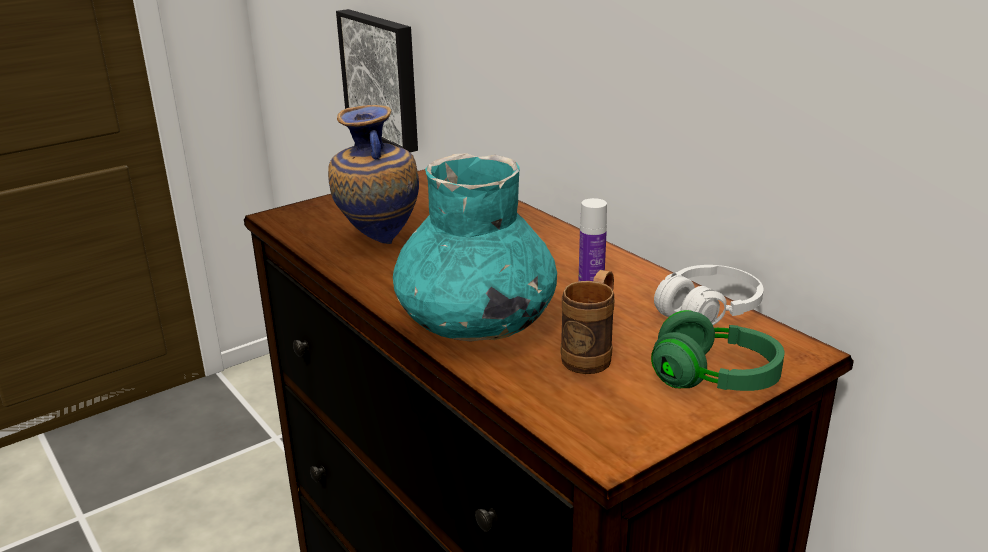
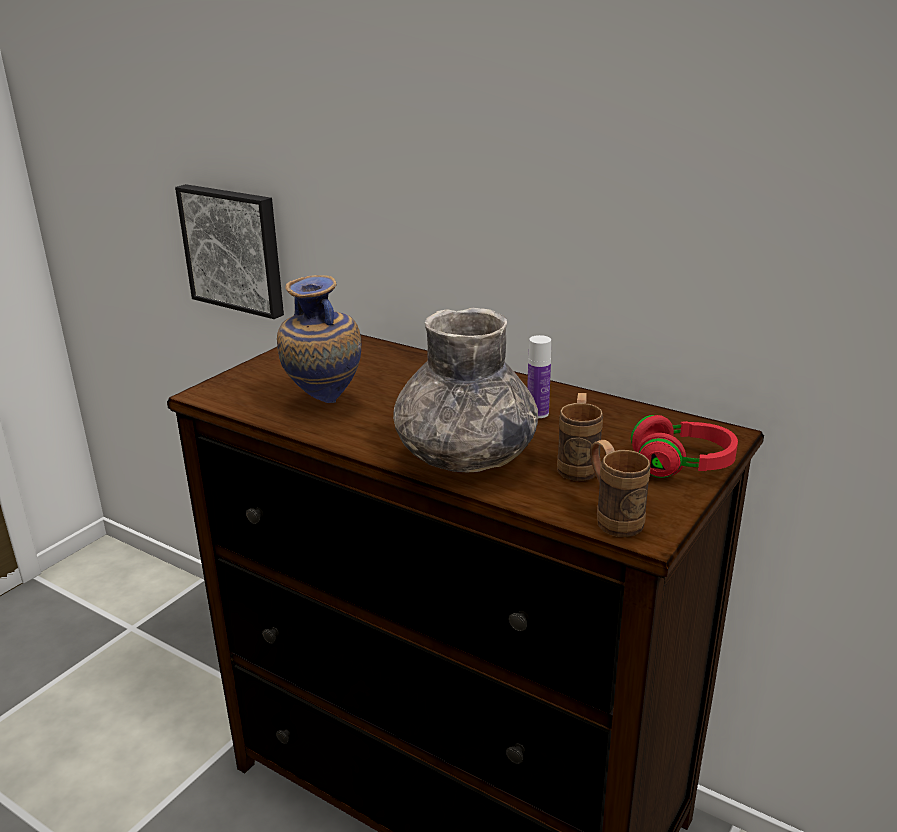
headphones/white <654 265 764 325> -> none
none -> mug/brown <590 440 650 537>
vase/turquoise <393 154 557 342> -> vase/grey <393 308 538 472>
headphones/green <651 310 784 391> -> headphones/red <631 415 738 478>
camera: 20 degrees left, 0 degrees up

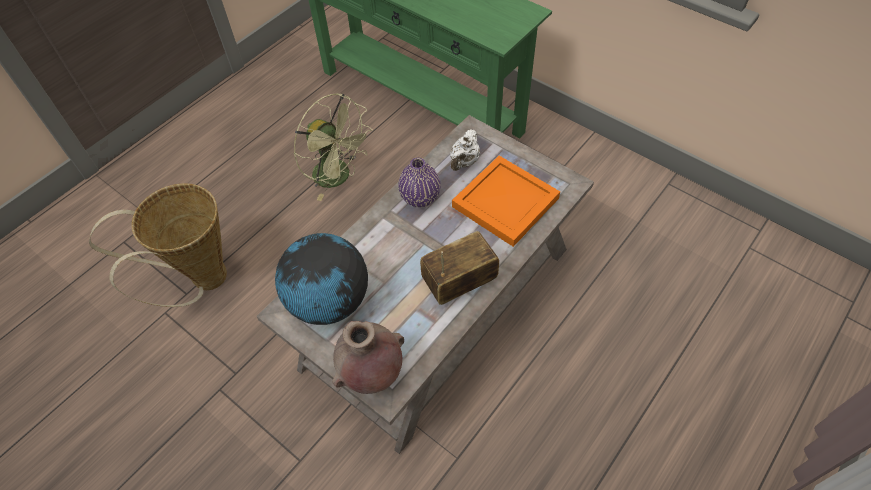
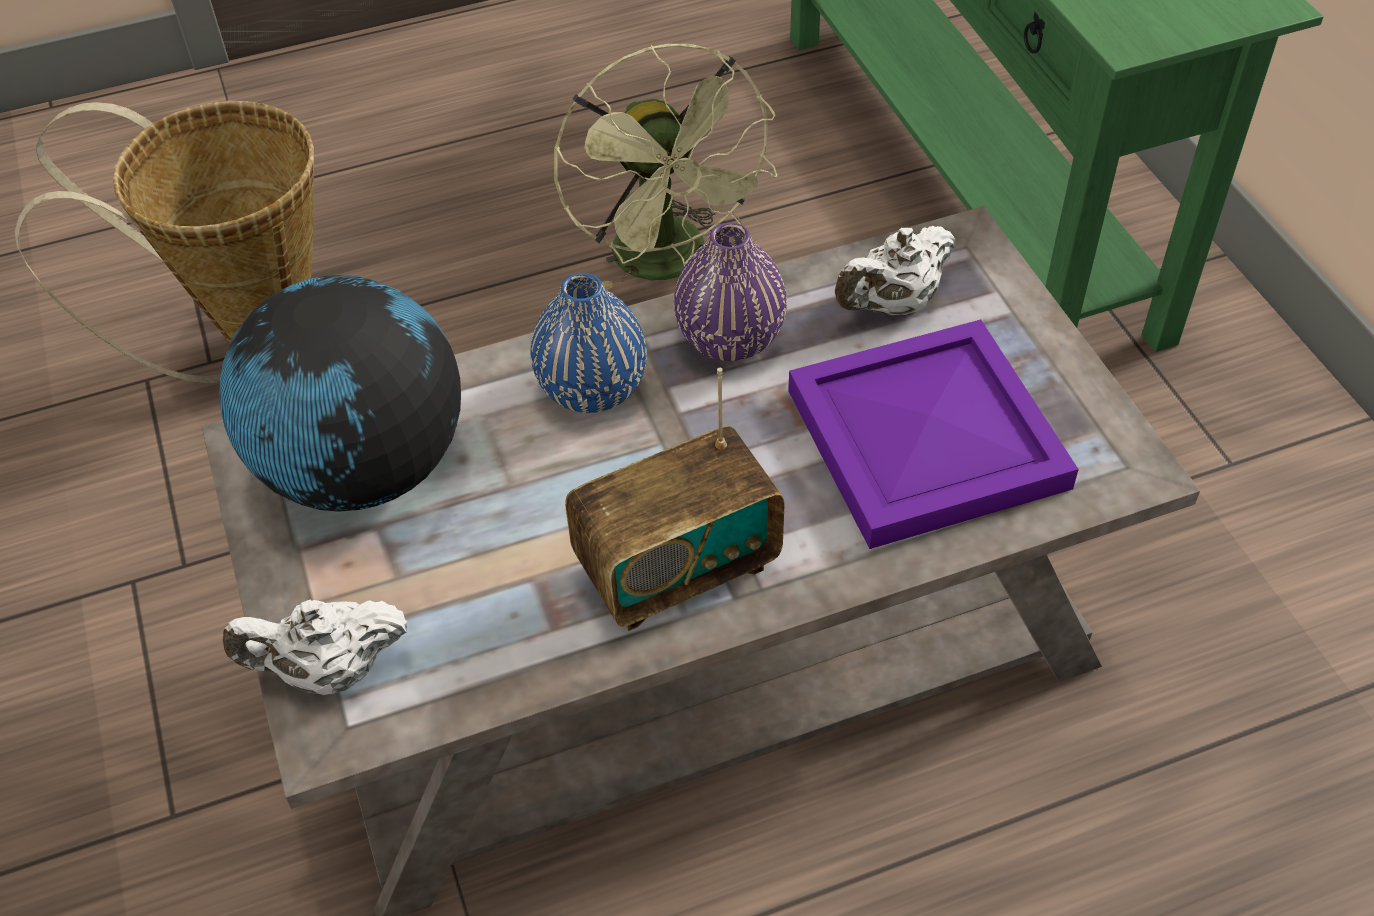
none -> vase/blue <530 273 647 413>
vase/brown <332 321 404 394> -> teapot/white <223 600 407 695>
tray/orange <452 156 560 247> -> tray/purple <788 320 1079 549>
radio <420 231 499 305> -> radio <565 368 785 631>, 150 degrees clockwise
camera: 30 degrees right, 5 degrees down

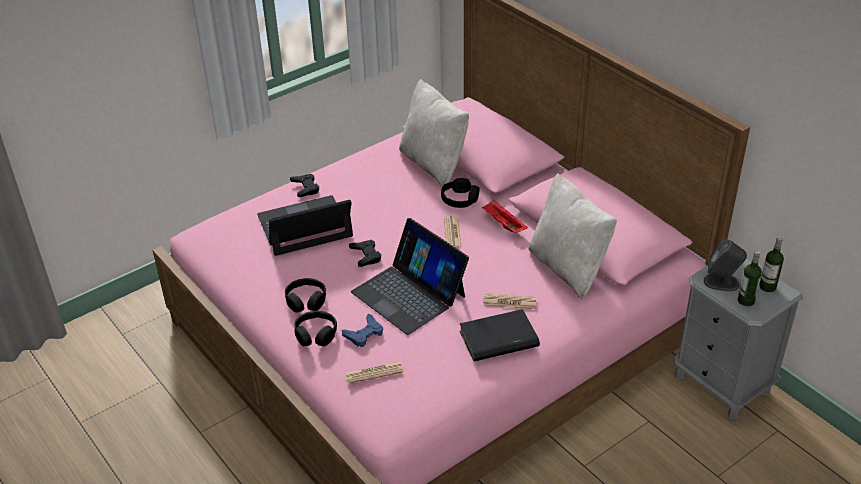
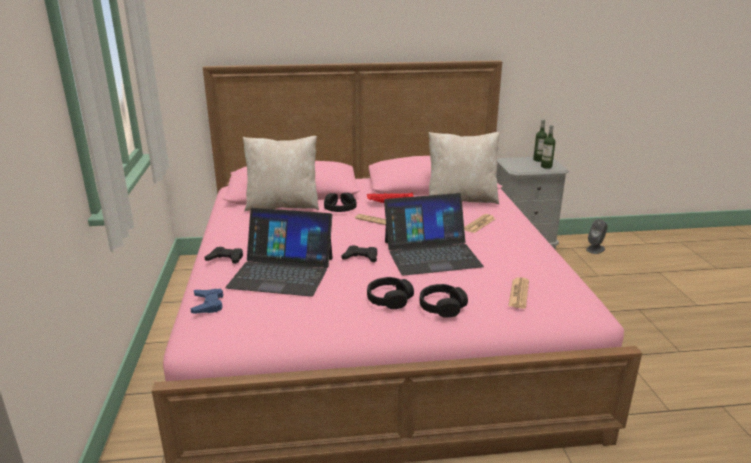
book/black <459 309 540 361> -> none
game controller/blue <342 313 383 347> -> game controller/blue <191 289 223 314>, shifted
speaker/grey <704 240 747 291> -> speaker/grey <586 219 608 254>, shifted
laptop <257 195 353 256> -> laptop <225 208 333 297>, 90 degrees counterclockwise
camera: 60 degrees left, 15 degrees down

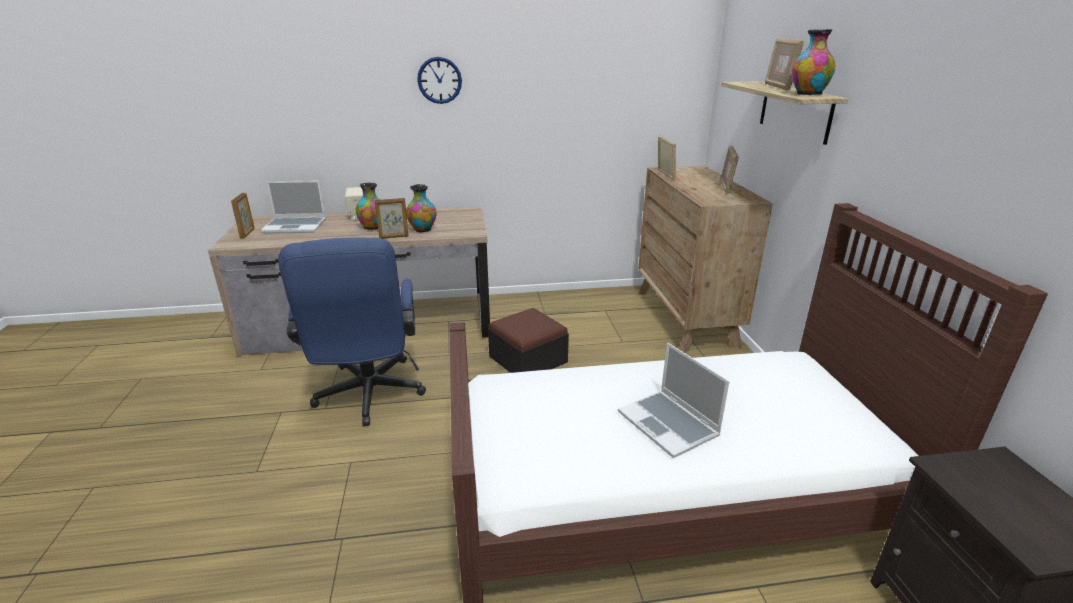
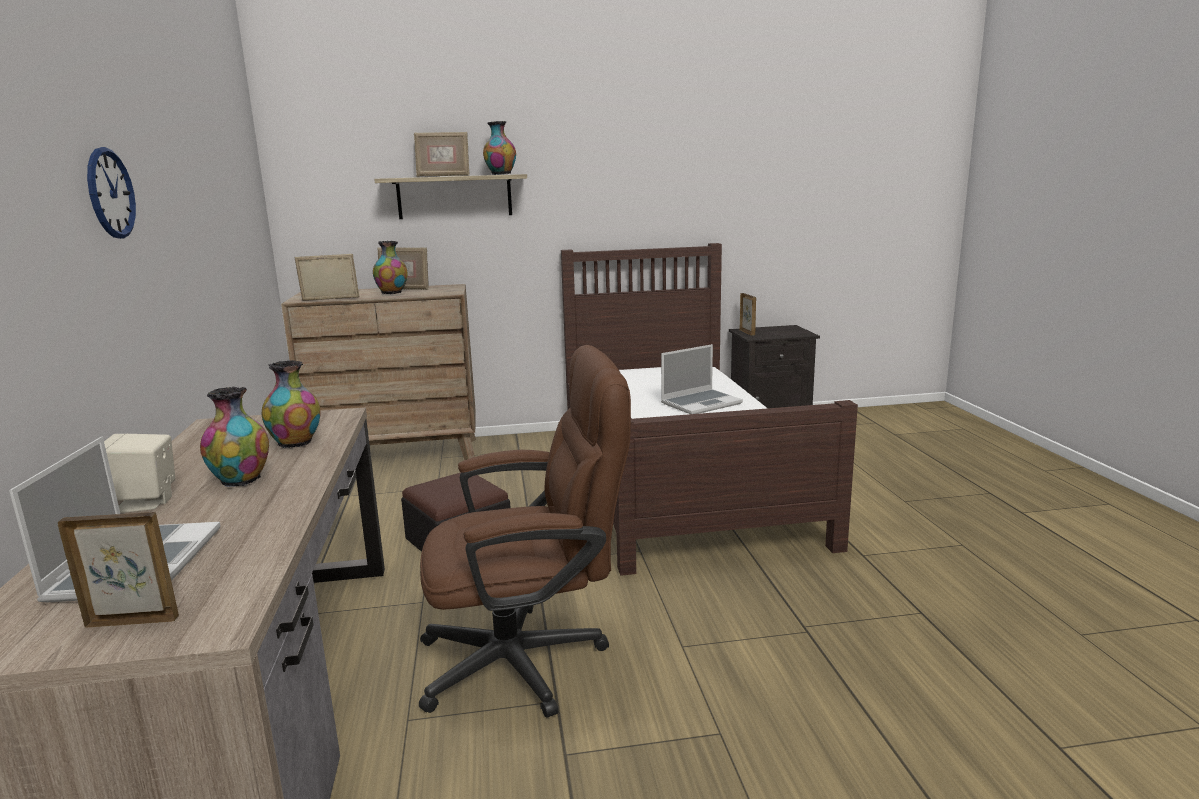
none -> vase <373 241 408 294>
picture frame <375 198 409 239> -> picture frame <740 293 756 336>, shifted
office chair/blue <278 237 426 426> -> office chair/brown <419 345 631 718>
camera: 90 degrees left, 10 degrees down

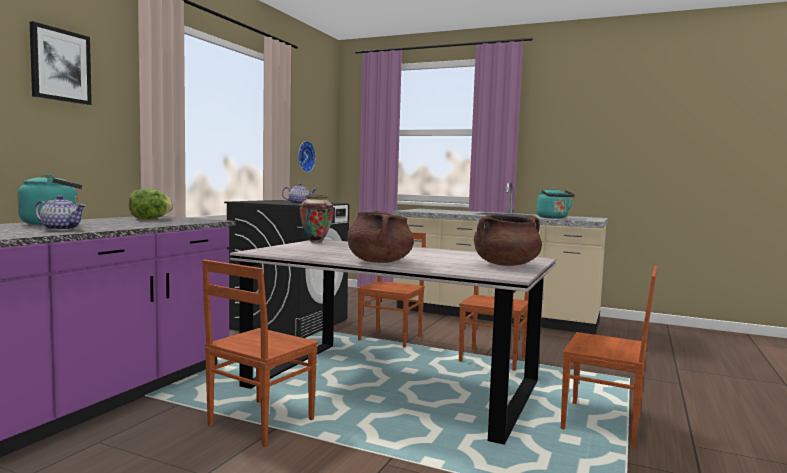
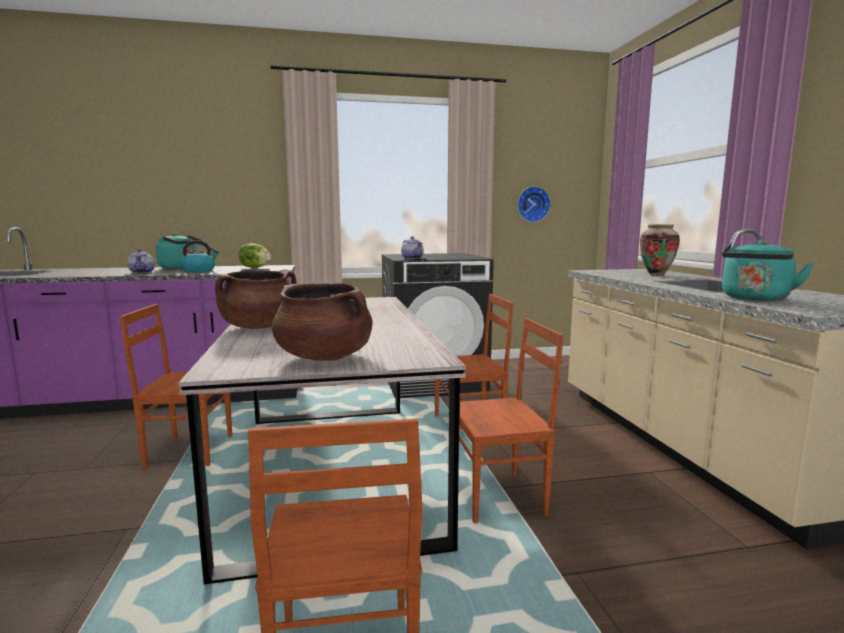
picture <30 21 92 105> -> none
none -> kettle <180 240 219 272>
vase <300 195 334 243> -> vase <640 224 680 276>, shifted
camera: 55 degrees right, 5 degrees up

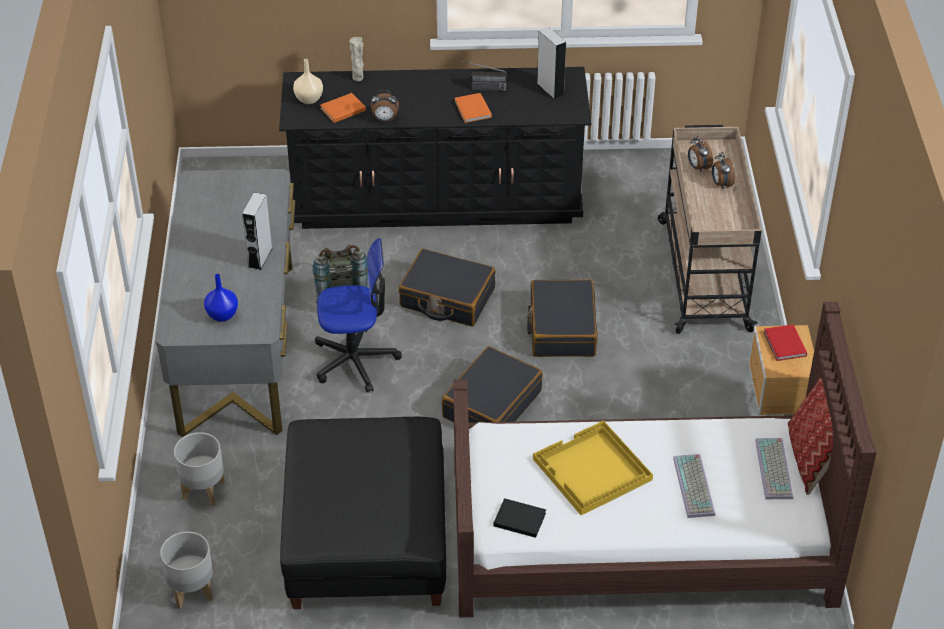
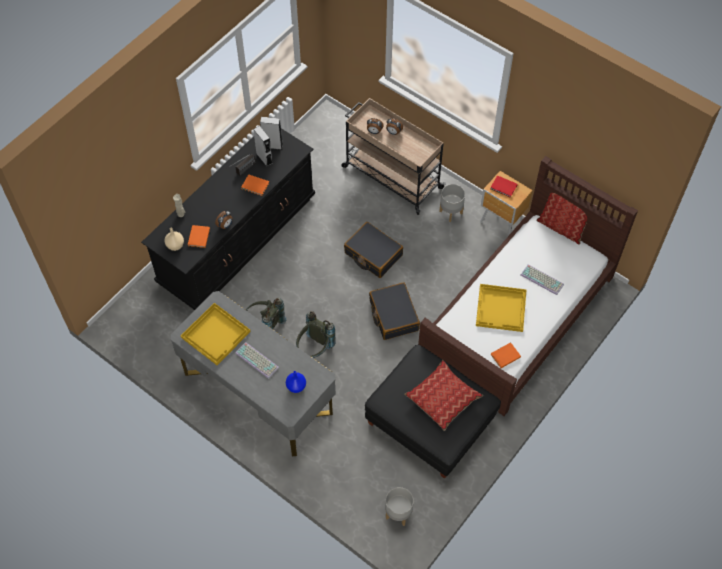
suitcase/black <398 248 496 326> -> none
none -> tray/yellow <181 303 250 365>
none -> pillow <404 360 483 431>
planter/grey <174 432 225 506> -> planter/grey <439 184 465 222>, shifted
speaker/grey <242 192 272 270> -> speaker/grey <253 126 273 167>, shifted
keyboard <755 438 793 499> -> keyboard <235 342 279 379>, shifted
office chair <315 238 402 393> -> backpack/grey <296 311 336 358>
book/black <494 498 546 538> -> book/orange <491 342 521 368>
camera: 50 degrees left, 15 degrees up

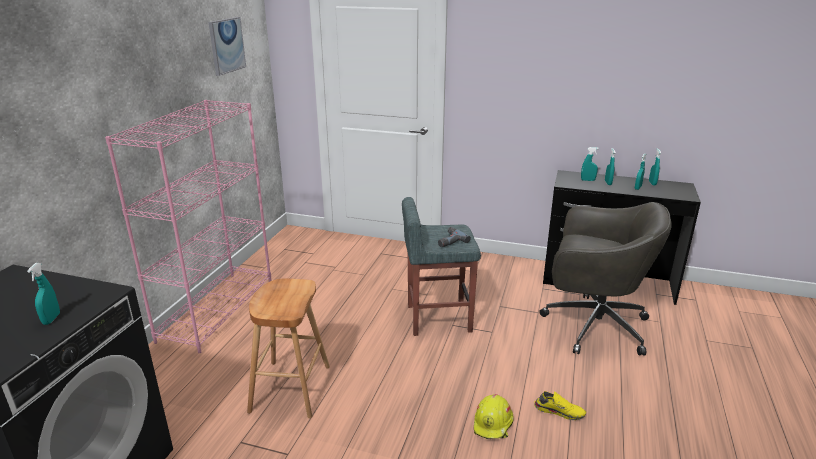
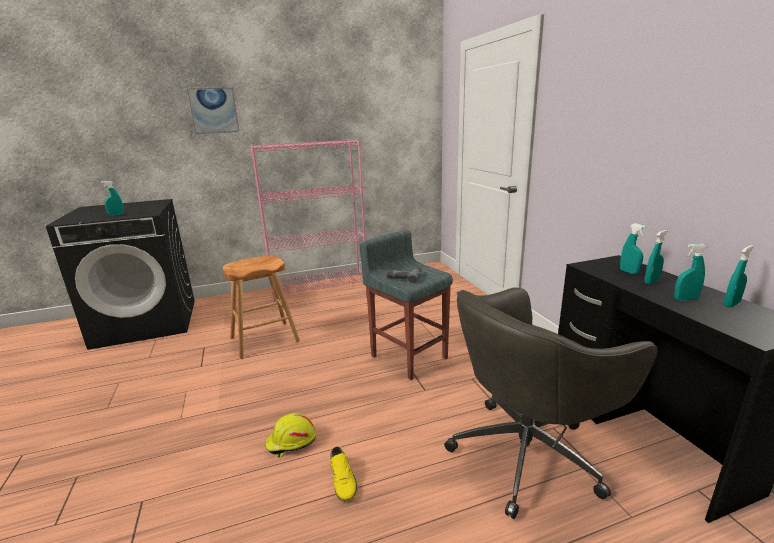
picture <208 17 246 76> -> picture <187 88 239 134>, shifted
office chair/grey <539 202 672 356> -> office chair/grey <444 287 658 519>, 75 degrees clockwise
camera: 55 degrees right, 5 degrees down

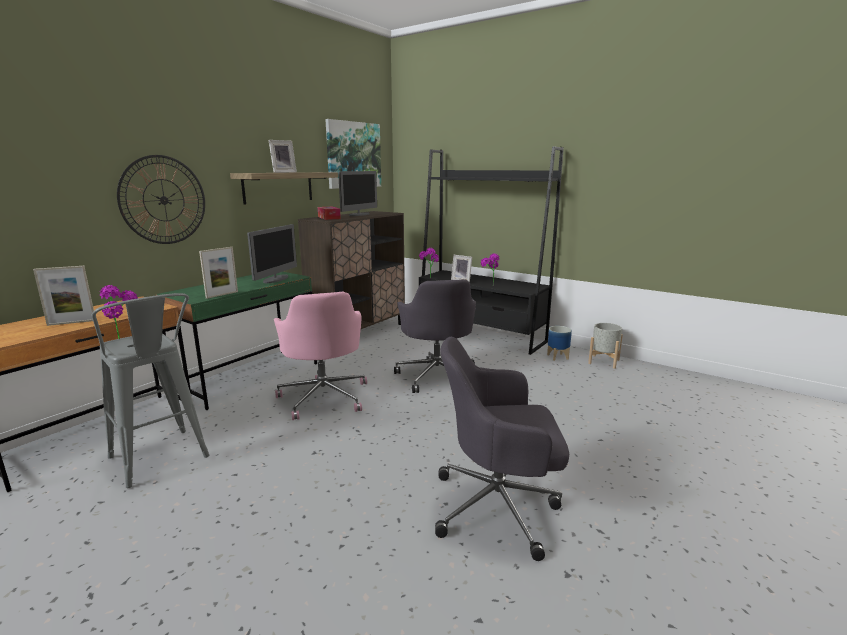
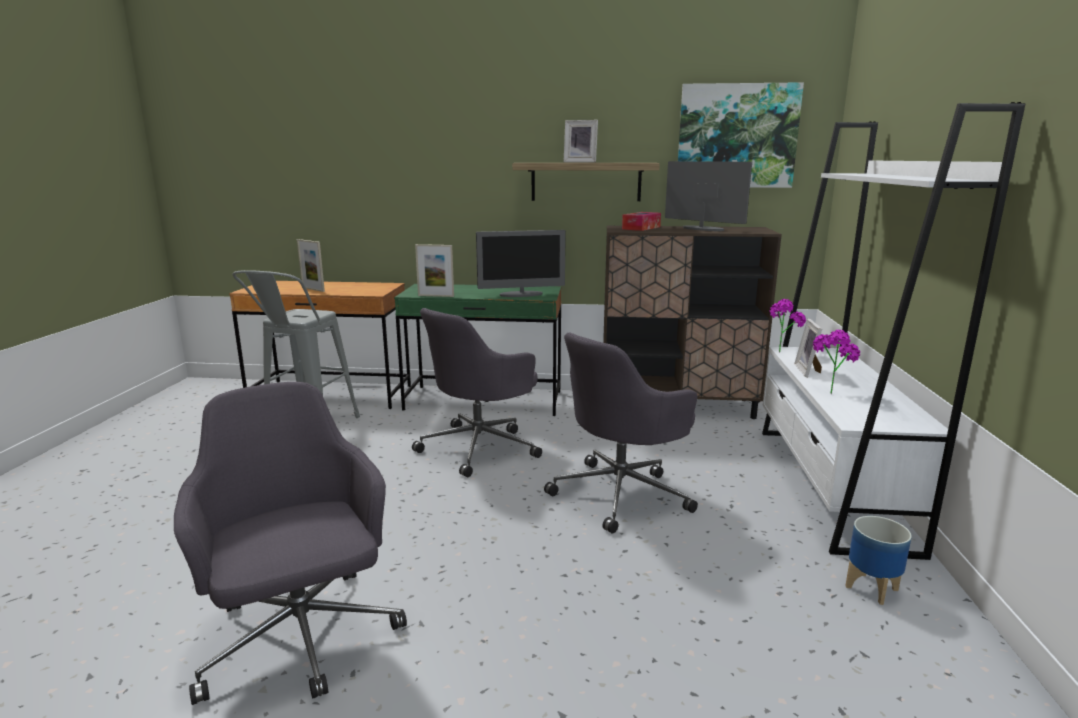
potted plant <100 285 138 339> -> none
wall clock <117 155 205 244> -> none
planter/grey <588 323 623 369> -> none
office chair/pink <274 292 367 420> -> office chair/grey <412 308 542 477>
bookcase/black <419 146 564 355> -> bookcase/white <762 102 1025 560>
monitor <338 171 377 216> -> monitor <665 161 752 231>, 135 degrees counterclockwise
camera: 60 degrees right, 0 degrees up

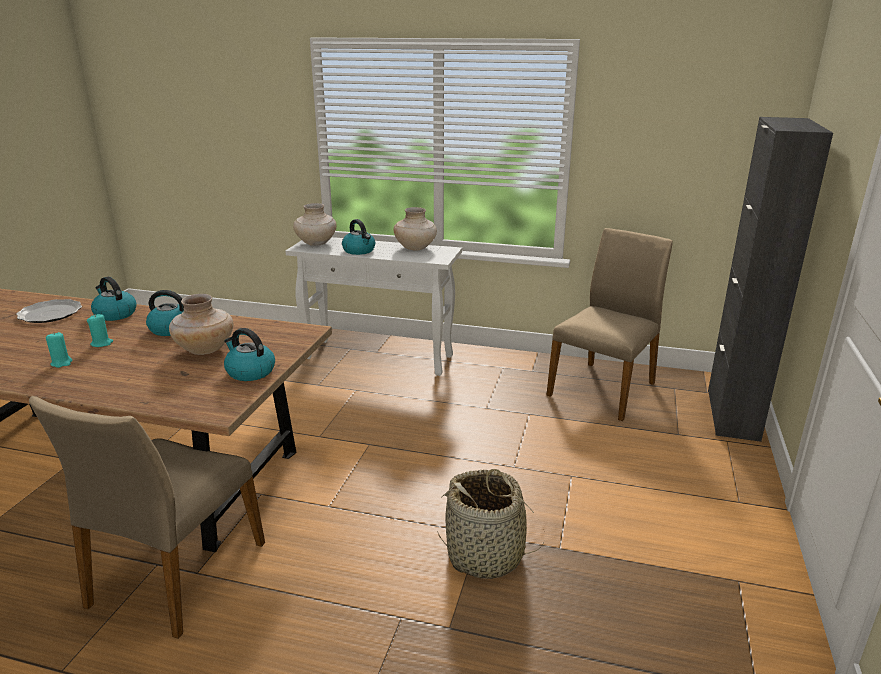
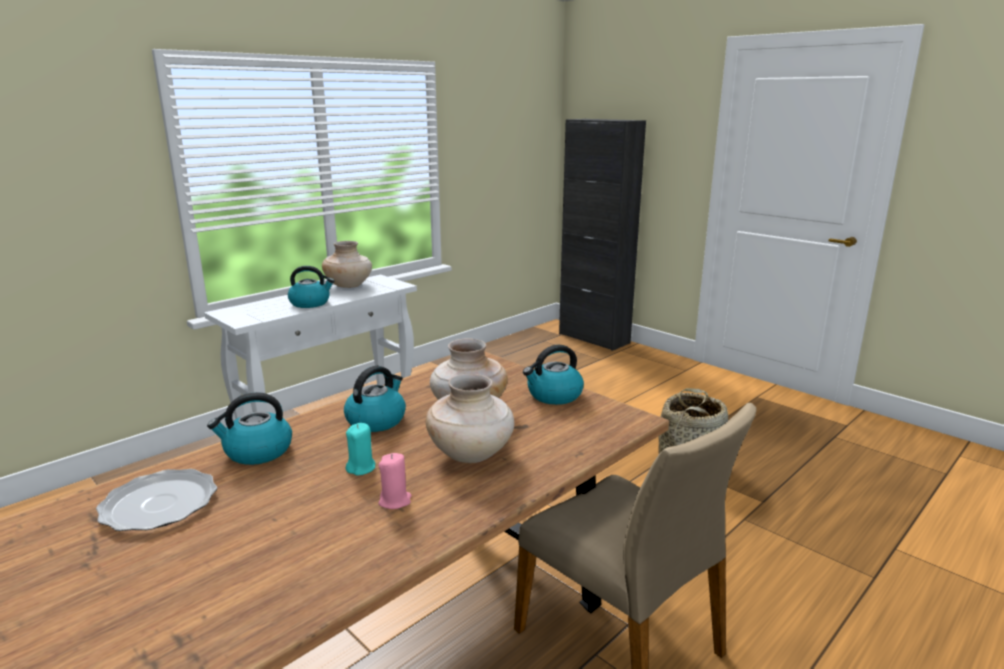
chair/beige <546 228 673 421> -> none
vase/beige <293 203 337 246> -> vase/beige <426 374 514 463>, shifted
candle/turquoise <46 332 72 368> -> candle/pink <378 453 412 509>
camera: 60 degrees left, 5 degrees down

